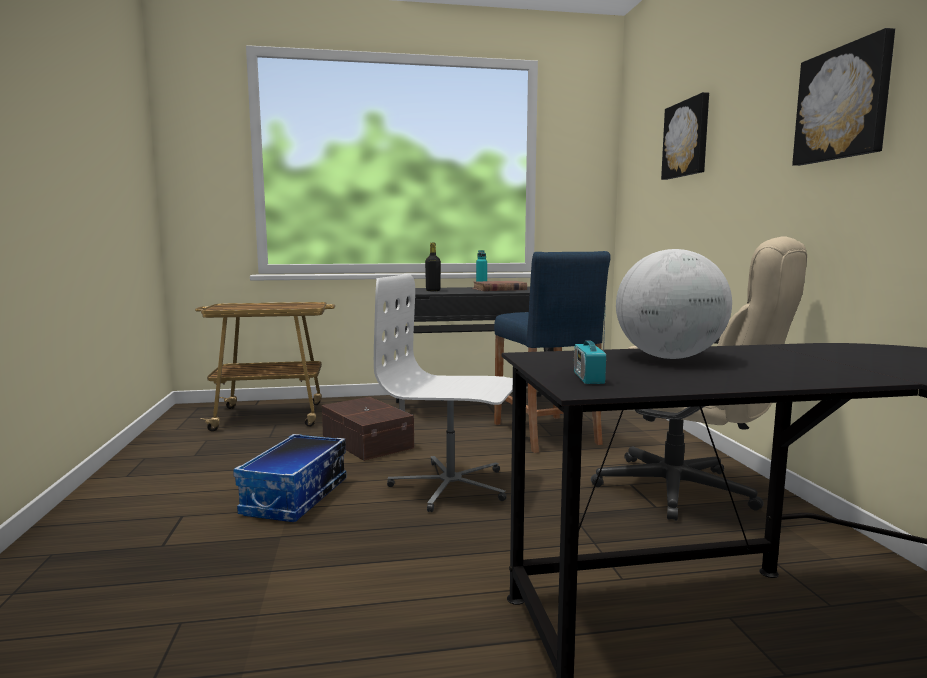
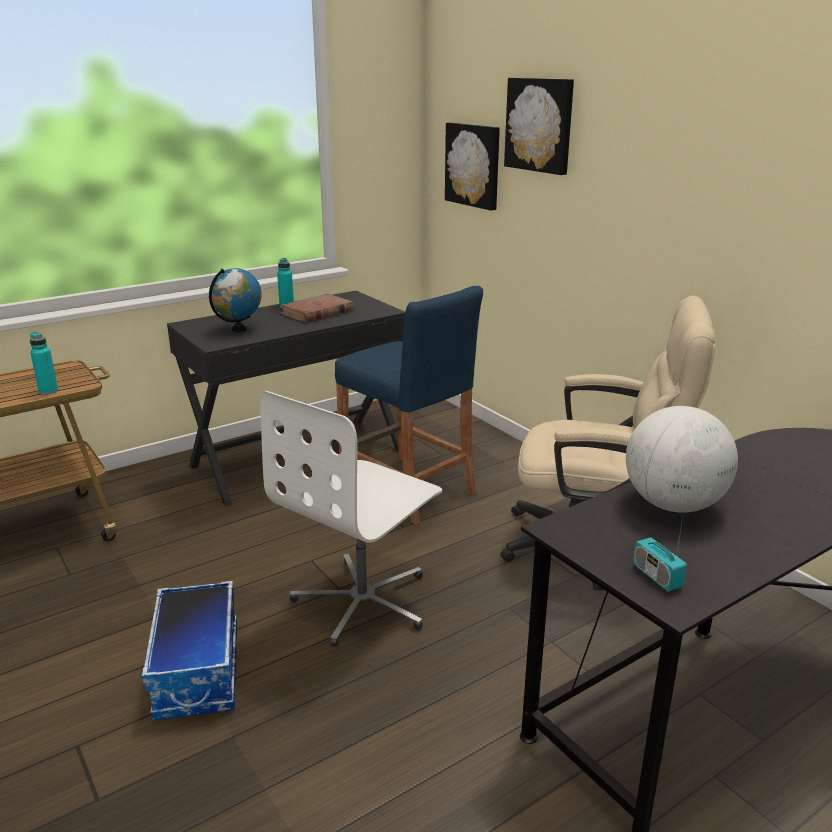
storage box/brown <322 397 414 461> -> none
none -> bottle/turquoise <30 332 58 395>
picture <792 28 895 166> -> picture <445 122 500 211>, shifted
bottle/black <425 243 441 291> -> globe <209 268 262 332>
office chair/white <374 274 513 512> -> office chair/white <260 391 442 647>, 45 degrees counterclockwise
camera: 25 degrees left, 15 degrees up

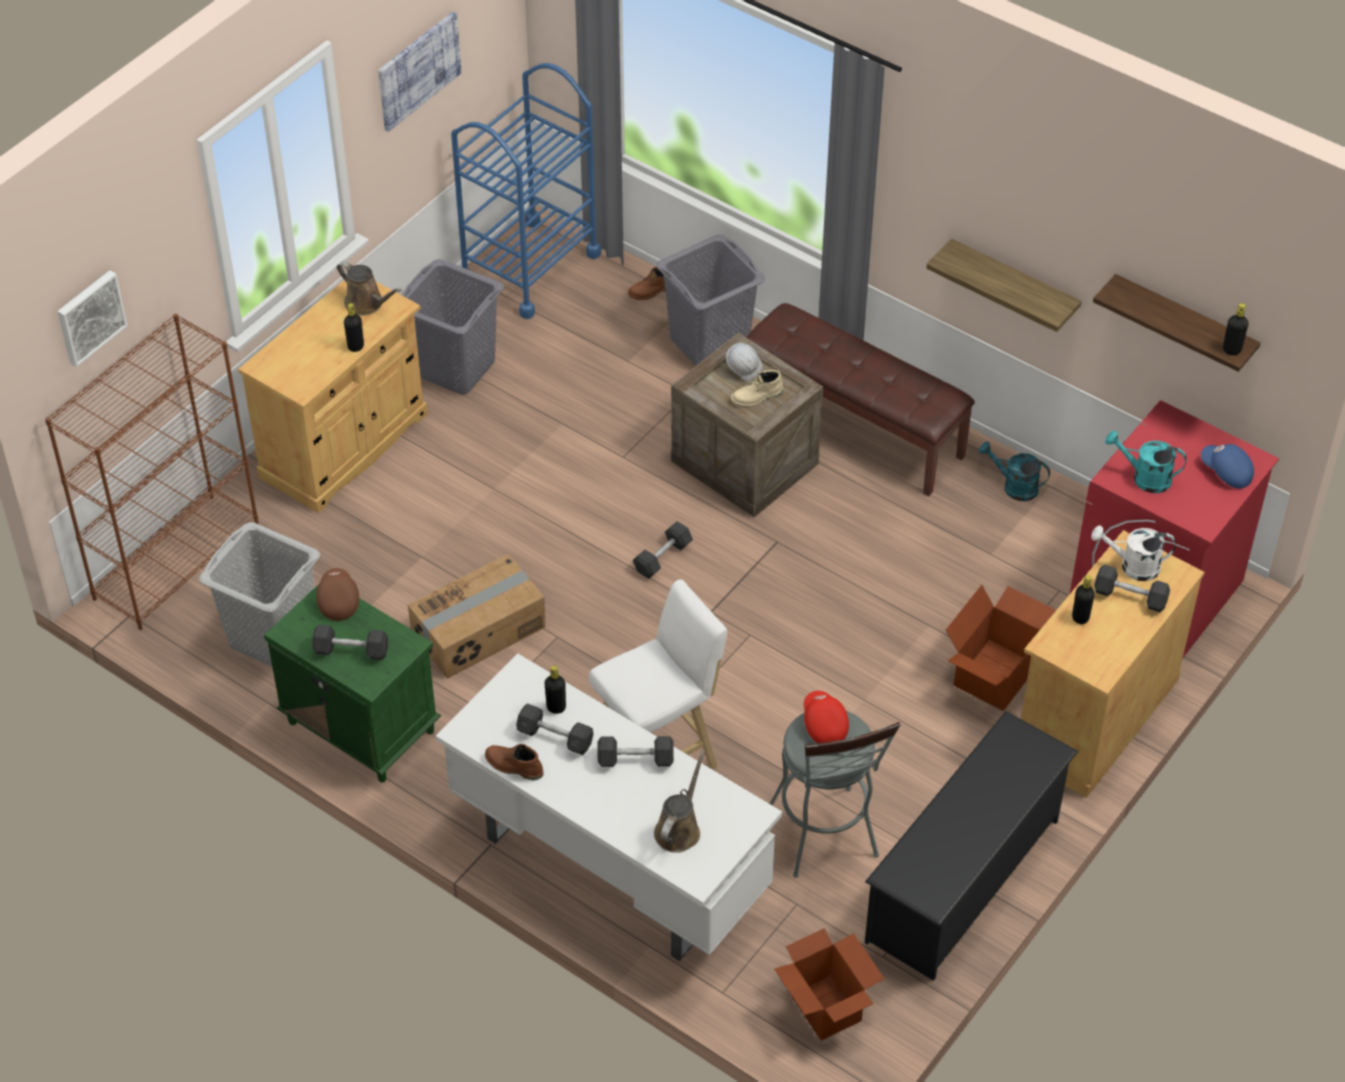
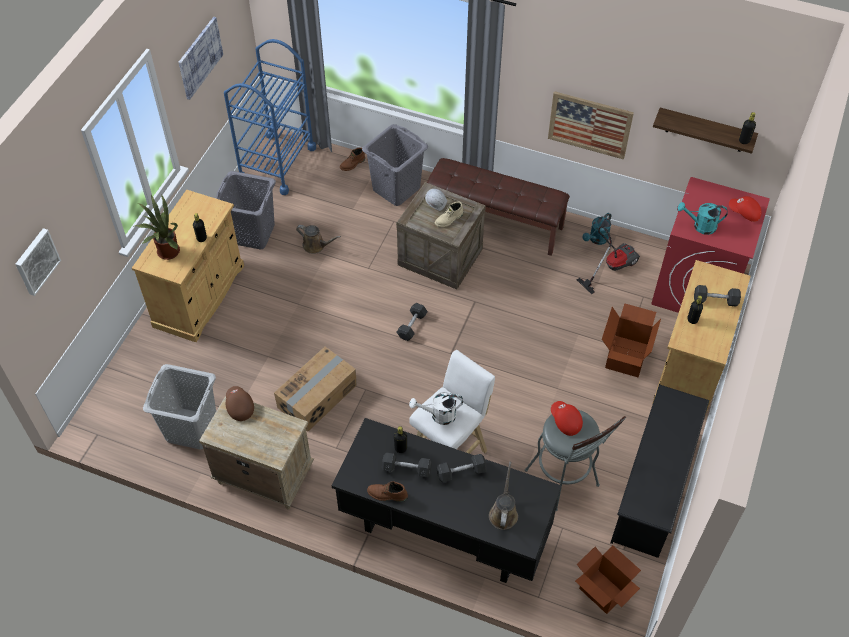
bookcase/brown <45 314 259 630> -> none
dumbbell/grey <312 625 388 660> -> none
none -> potted plant <135 194 180 260>
none -> vacuum cleaner <577 226 640 294>
watering can/brown <337 261 401 316> -> watering can/brown <296 225 341 254>, shifted
watering can/white <1091 525 1176 581> -> watering can/white <409 392 463 425>, shifted
shelf <926 239 1082 332> -> picture <548 91 634 160>
nightstand/green <264 584 442 782> -> nightstand/beige <199 396 314 509>
desk/white <436 653 782 961> -> desk/black <332 418 562 583>
cap/blue <1201 444 1254 489> -> cap/red <729 196 761 222>
watering can/turquoise <979 441 1050 501> -> watering can/turquoise <582 213 611 245>, 60 degrees counterclockwise
camera: 15 degrees left, 5 degrees up

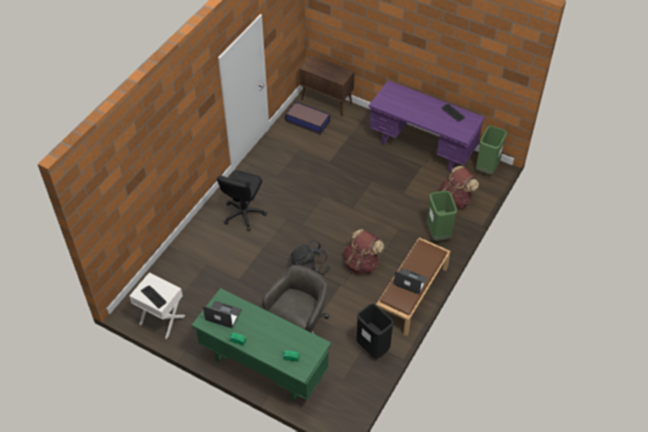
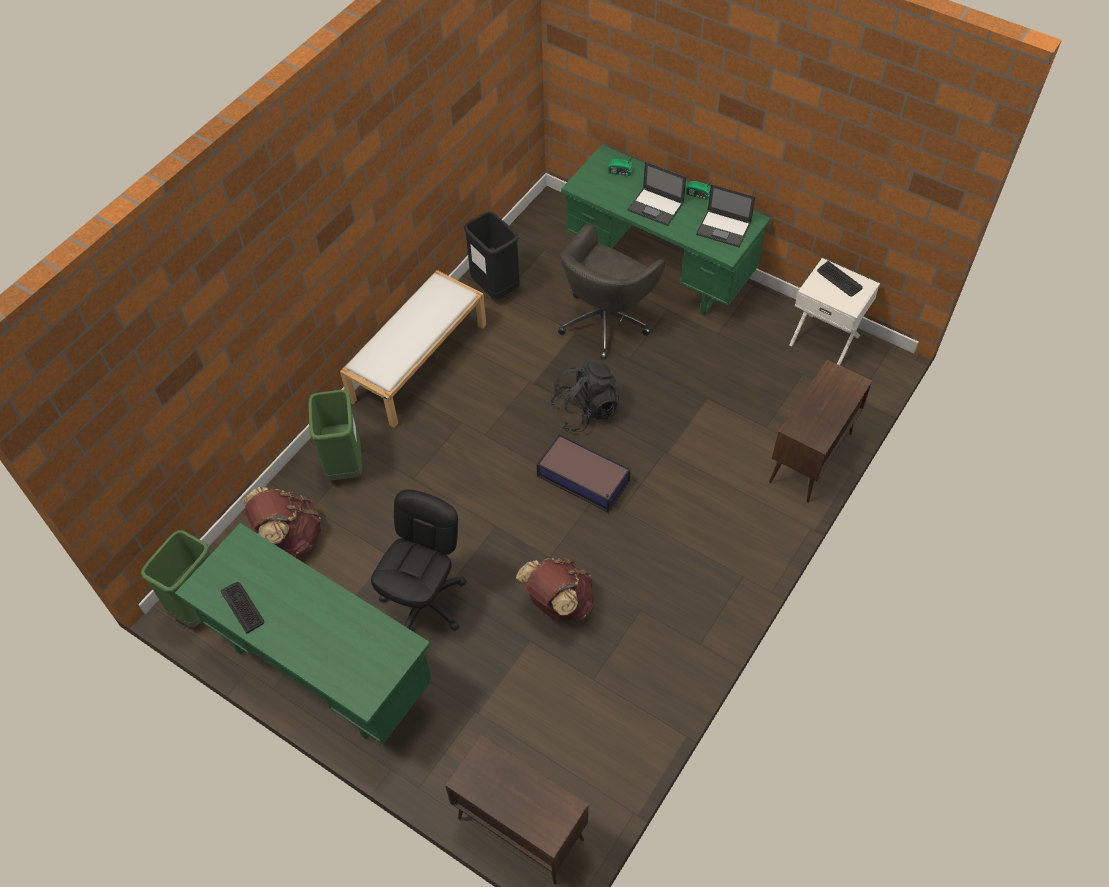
none -> cabinet/brown <769 360 872 502>
office chair/black <217 170 267 231> -> office chair/black <371 489 467 631>, shifted
storage box <285 101 330 135> -> storage box <537 434 630 512>, shifted
backpack/brown <343 229 384 274> -> backpack/brown <516 558 594 622>, shifted
laptop <394 268 428 295> -> laptop <627 162 686 226>, shifted
desk/purple <369 80 485 172> -> desk/green <175 523 432 744>
bench/brown <376 238 451 336> -> bench/white <340 270 486 428>
camera: 175 degrees left, 5 degrees up

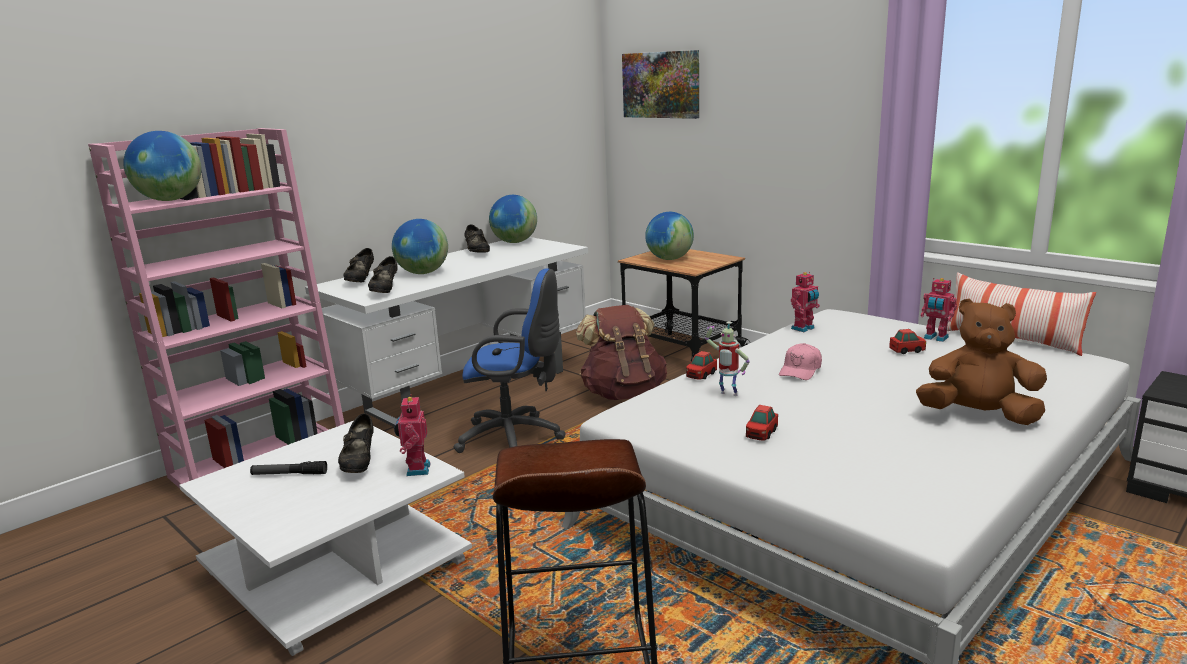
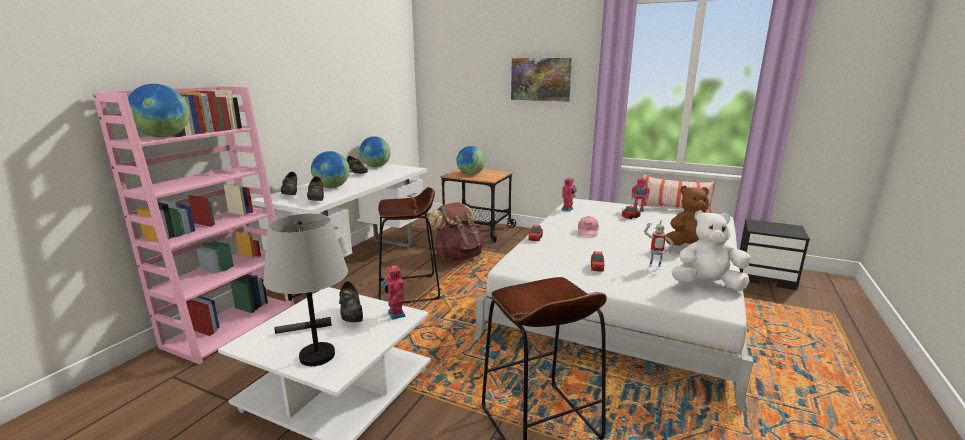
none -> table lamp/grey <263 214 348 366>
none -> plush toy/white <672 210 751 291>
picture <622 50 699 119> -> picture <511 58 572 102>, shifted
toy robot <705 322 750 396> -> toy robot <644 220 674 267>, shifted
office chair/blue <453 268 566 453> -> stool/brown <378 187 440 303>
camera: 20 degrees left, 0 degrees up

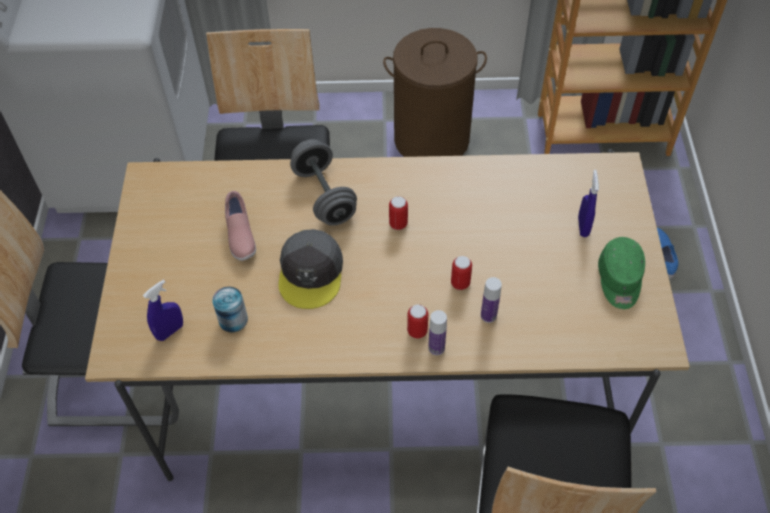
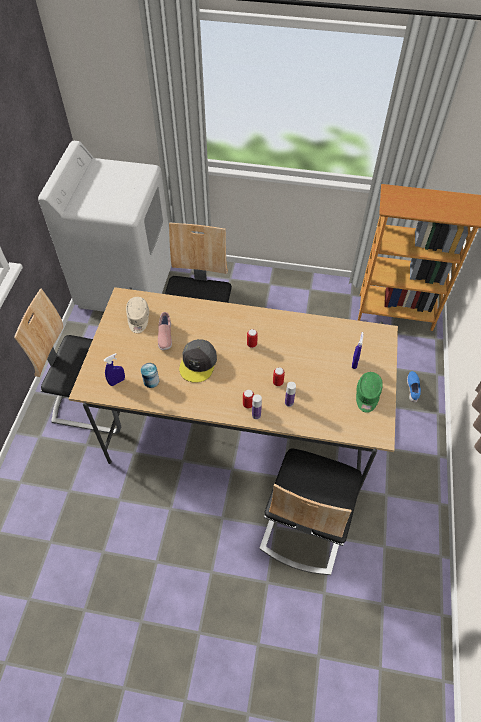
dumbbell/grey <290 139 357 226> -> none
laundry basket/brown <383 28 487 157> -> none
none -> cap/beige <126 297 149 333>
camera: 10 degrees right, 0 degrees up

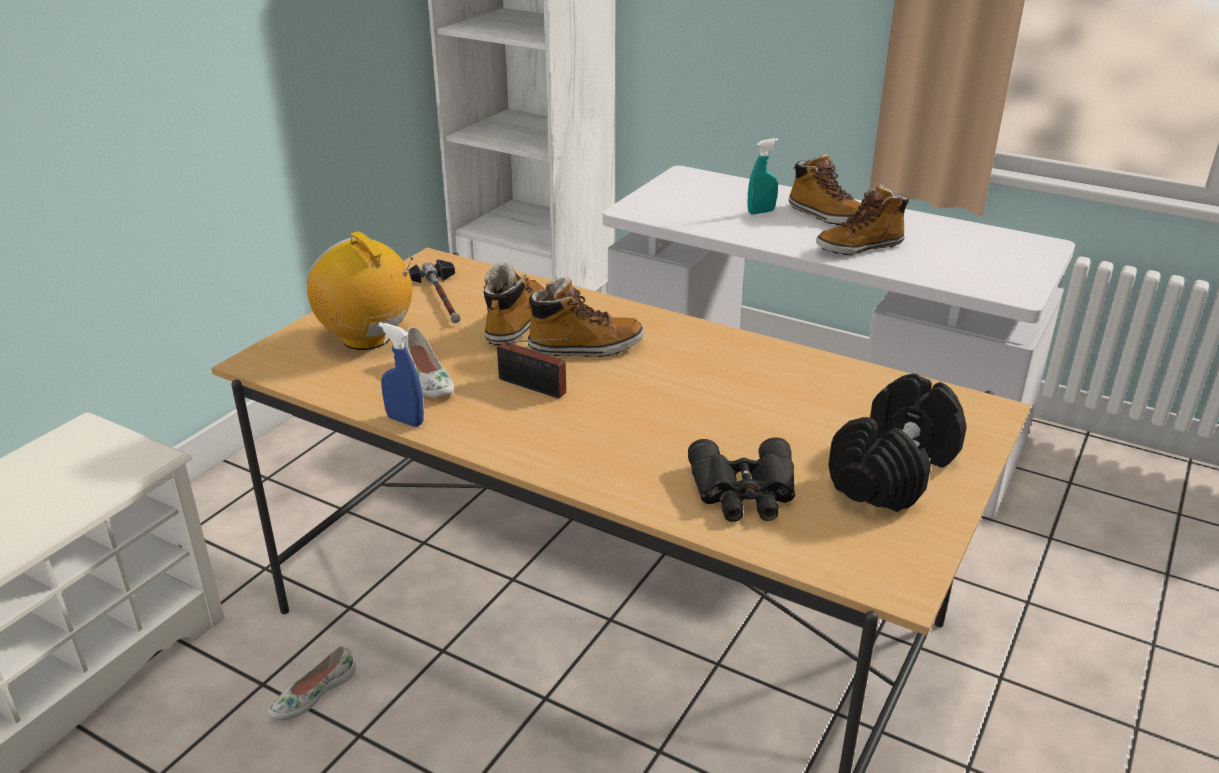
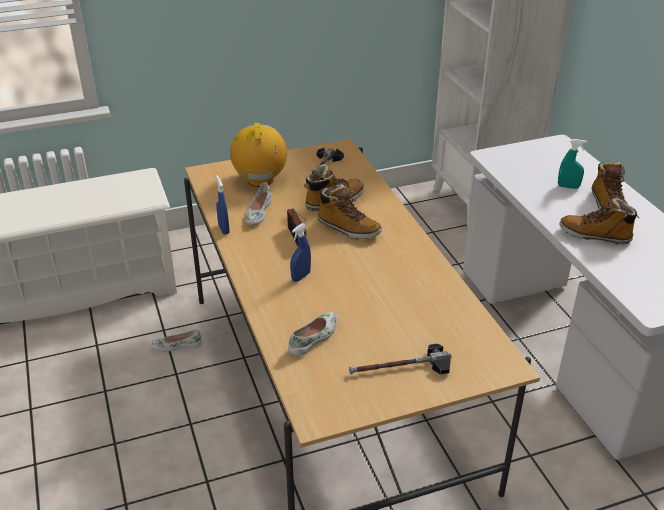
none -> spray bottle/blue <290 223 311 282>
binoculars/black <688 437 795 522> -> shoe/white <288 312 337 356>
dumbbell/black <828 374 967 512> -> hammer <349 343 452 374>
camera: 40 degrees right, 5 degrees up

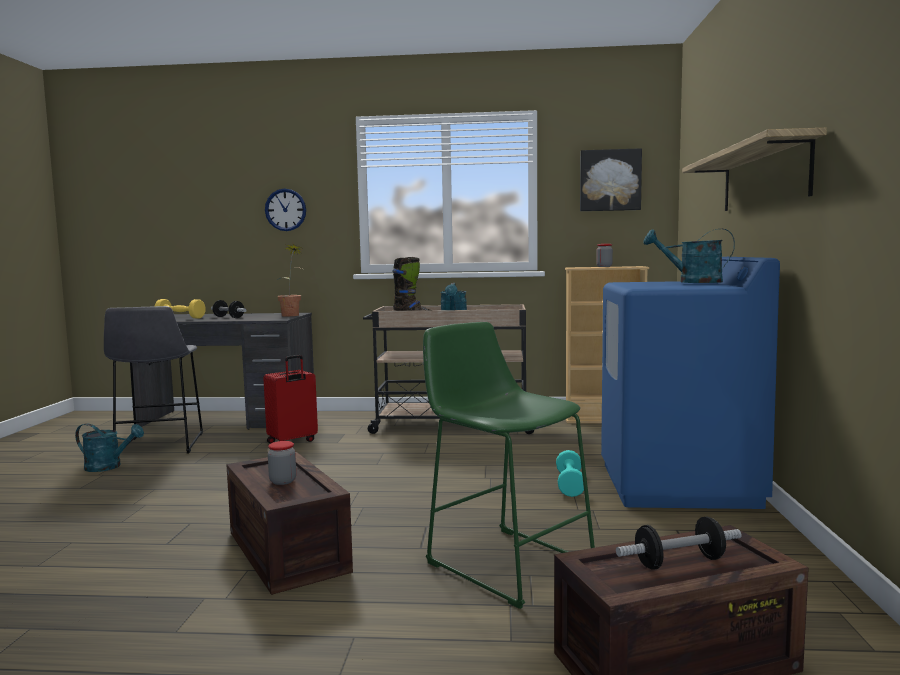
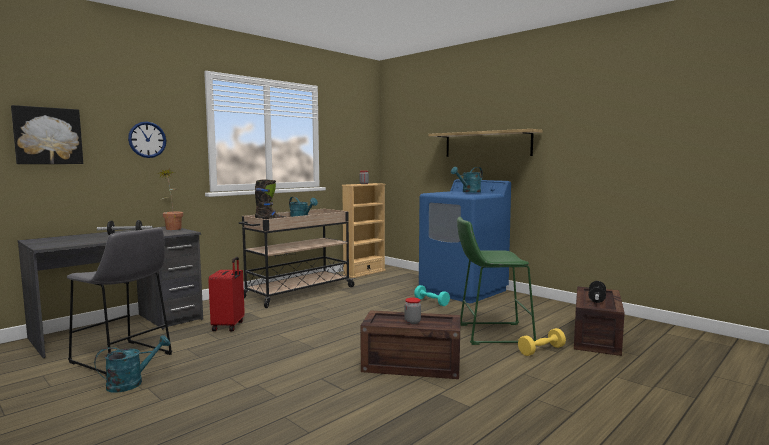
dumbbell/yellow <155 299 206 319> -> dumbbell/yellow <518 328 566 356>, shifted
picture <580 148 642 211> -> picture <11 105 83 164>, shifted
camera: 50 degrees left, 0 degrees up

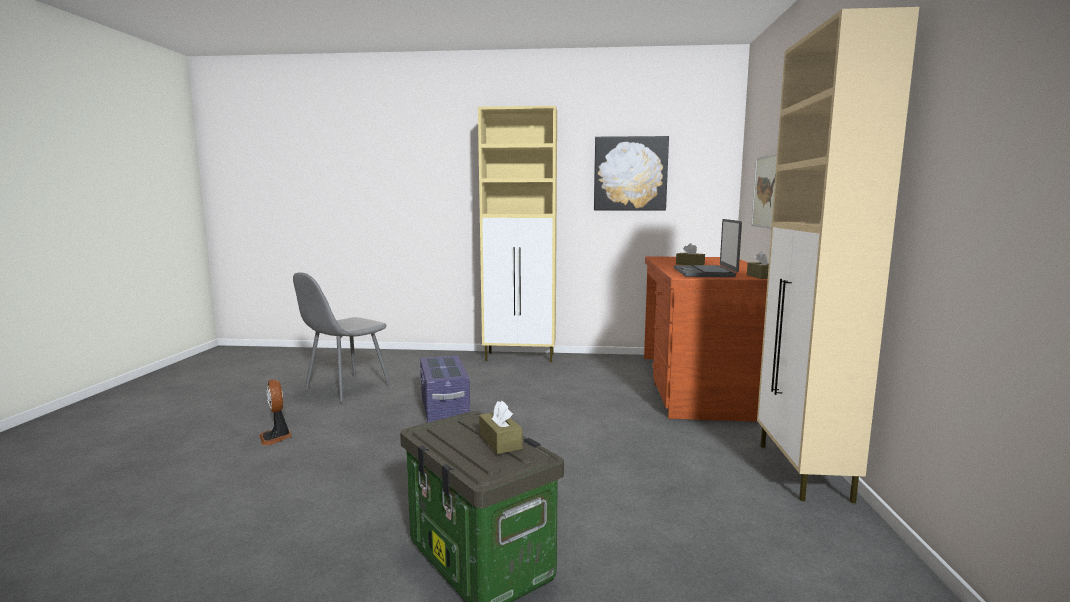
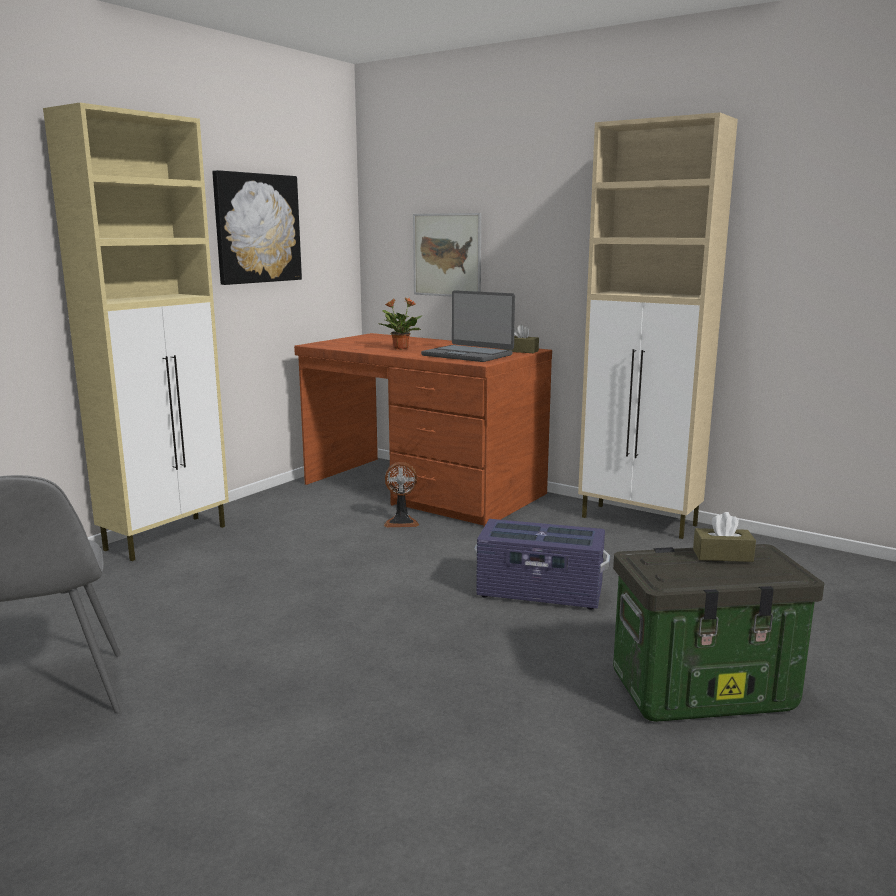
fan <259 379 292 446> -> fan <384 462 419 527>, shifted
storage box/purple <420 355 470 422> -> storage box/purple <474 519 610 610>, shifted
tissue box/brown <676 243 705 265> -> potted plant <380 298 422 350>
camera: 60 degrees left, 5 degrees up

